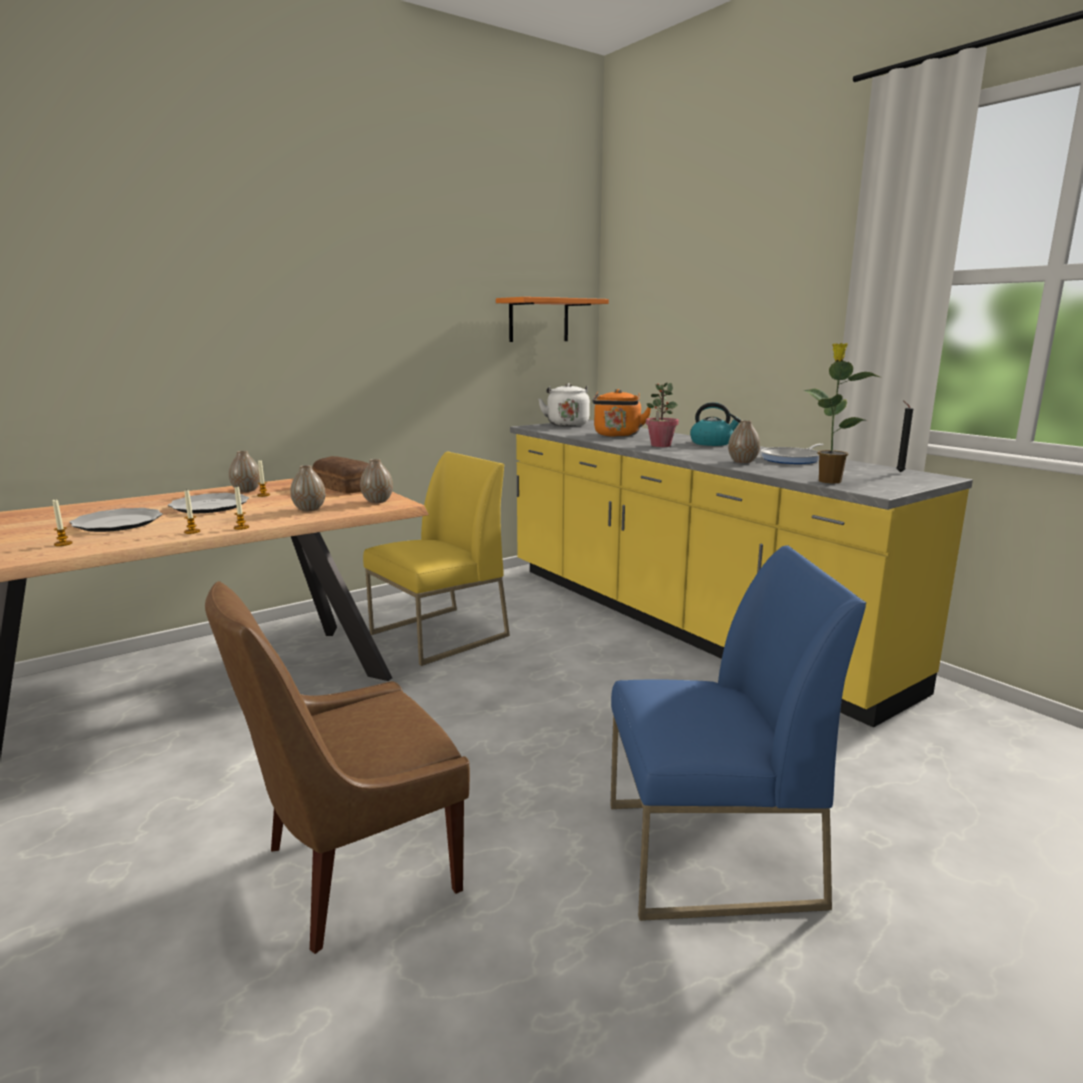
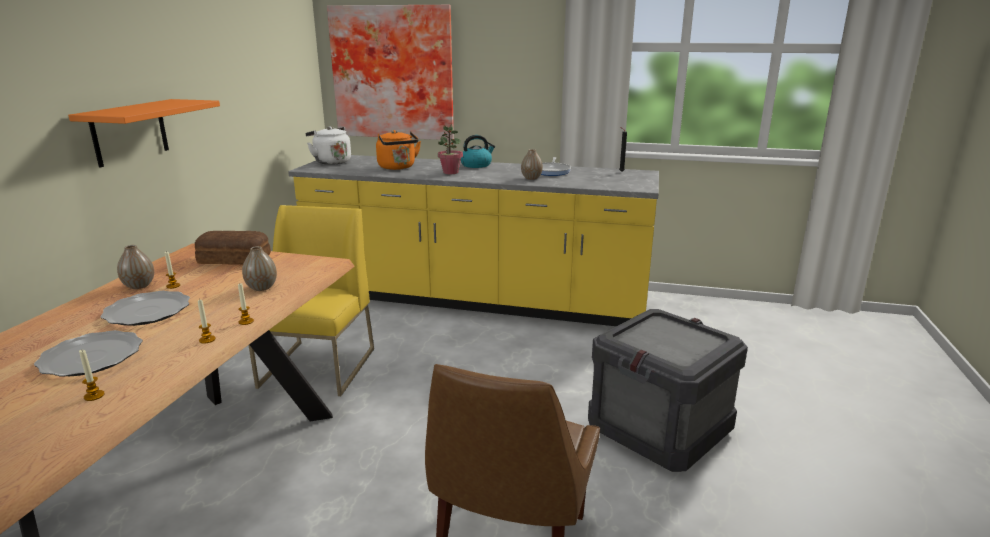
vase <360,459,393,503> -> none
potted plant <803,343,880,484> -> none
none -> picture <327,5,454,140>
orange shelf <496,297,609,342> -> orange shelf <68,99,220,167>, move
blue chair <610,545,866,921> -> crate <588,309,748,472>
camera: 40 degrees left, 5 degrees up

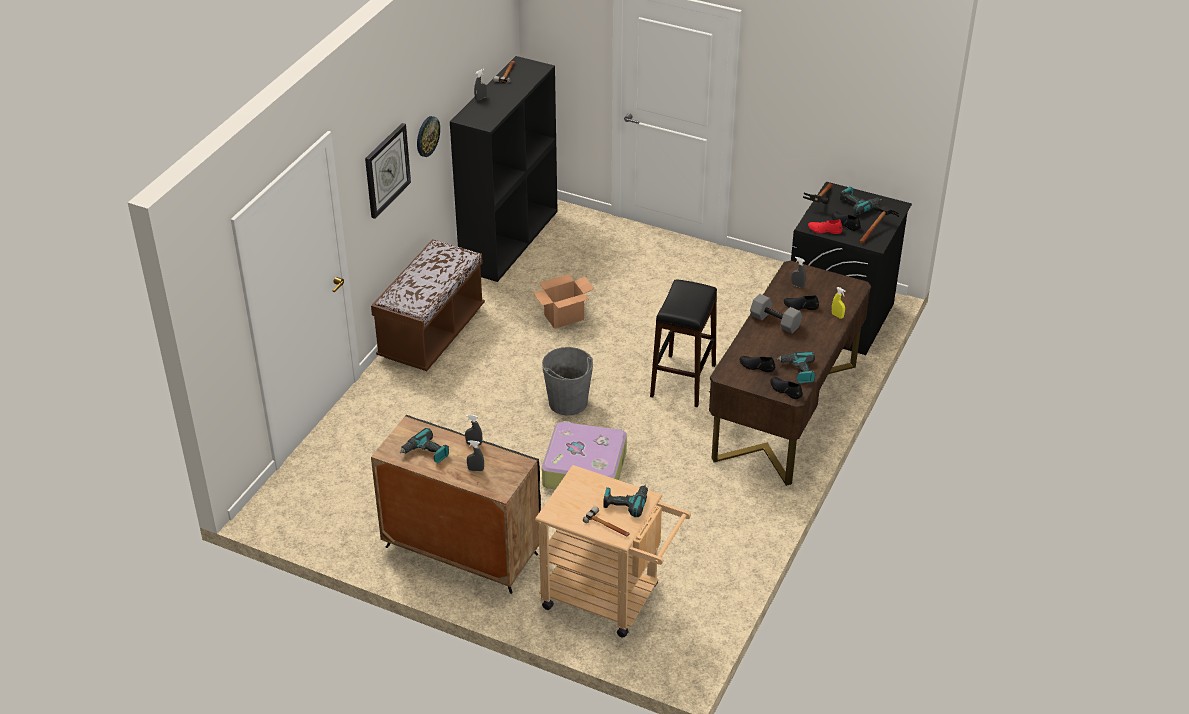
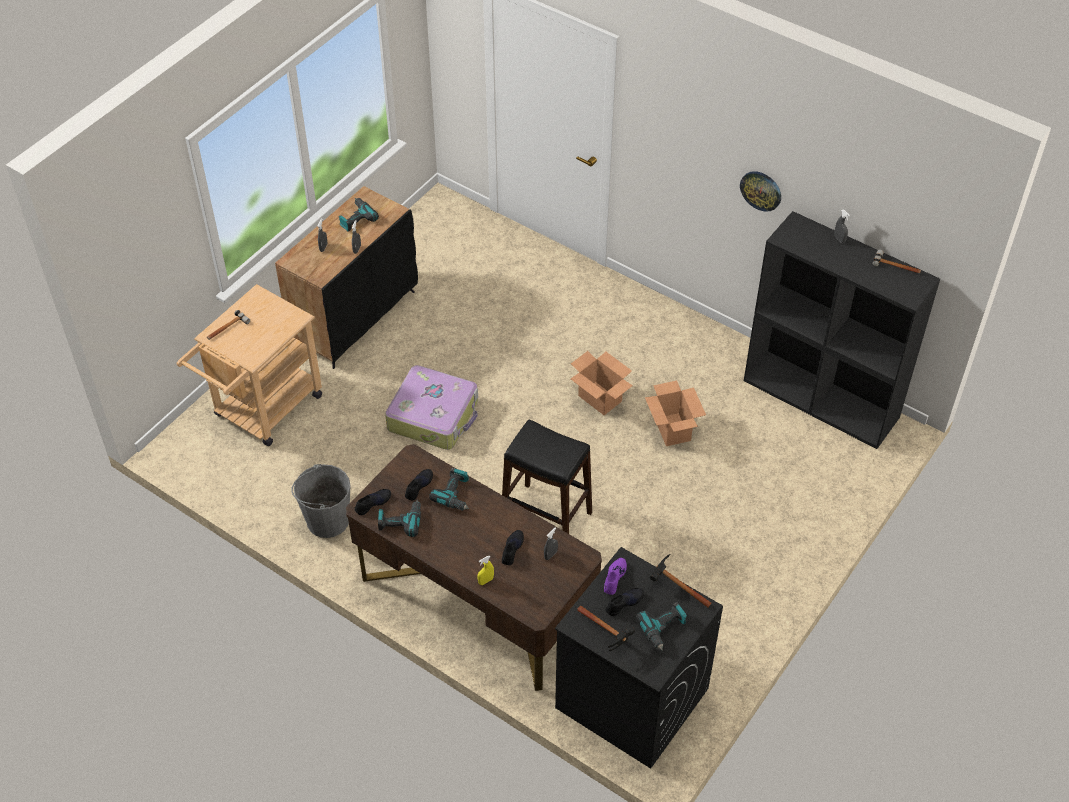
wall clock <365,123,411,219> -> none
brown bench <371,239,485,371> -> none
grey dumbbell <750,294,802,334> -> none
none -> cardboard box <571,351,633,415>
grey bucket <542,347,593,416> -> grey bucket <291,464,350,538>, move
power drill <603,485,648,517> -> power drill <429,468,469,511>, move
red shoe <808,220,843,234> -> purple shoe <604,558,627,595>
camera: 100 degrees right, 10 degrees up

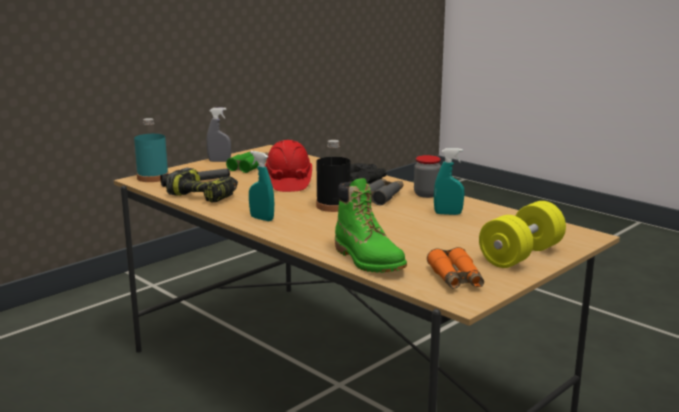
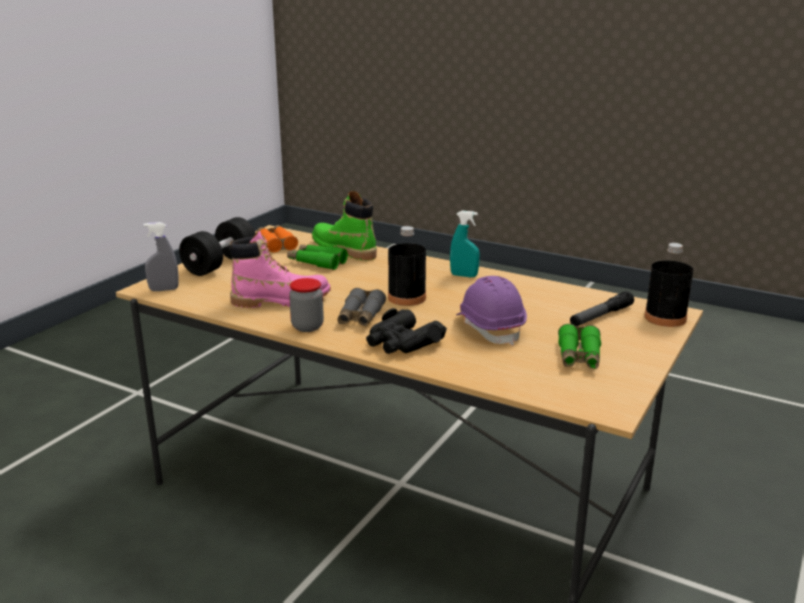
power drill <166,167,238,203> -> none
none -> green binoculars <287,244,348,270>
grey spray bottle <207,107,231,162> -> grey spray bottle <143,222,179,291>, move
turquoise spray bottle <434,148,465,215> -> pink boot <229,230,331,308>
turquoise bottle <134,118,169,182> -> black bottle <644,243,693,327>
red hard hat <265,140,312,192> -> purple hard hat <456,276,527,346>
yellow dumbbell <479,201,566,268> -> black dumbbell <179,217,256,276>
camera: 165 degrees right, 5 degrees up

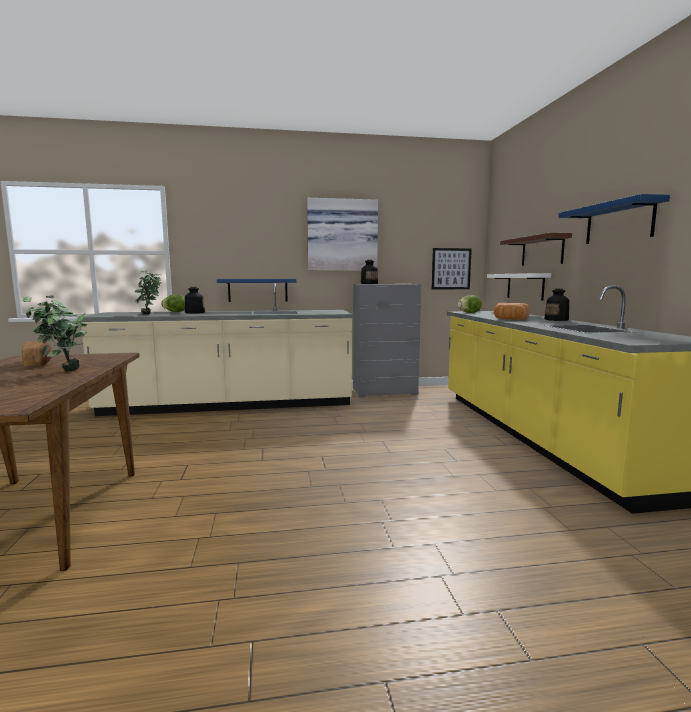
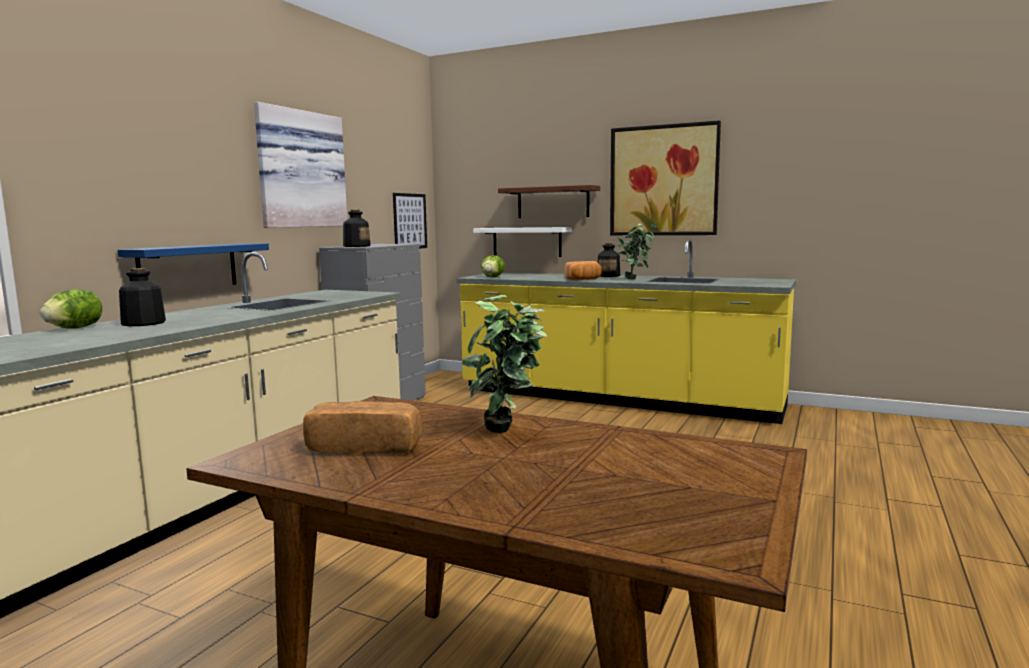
potted plant <134,271,162,315> -> potted plant <617,224,657,280>, move
blue shelf <558,194,670,244> -> picture <610,121,721,235>
camera: 55 degrees left, 0 degrees up

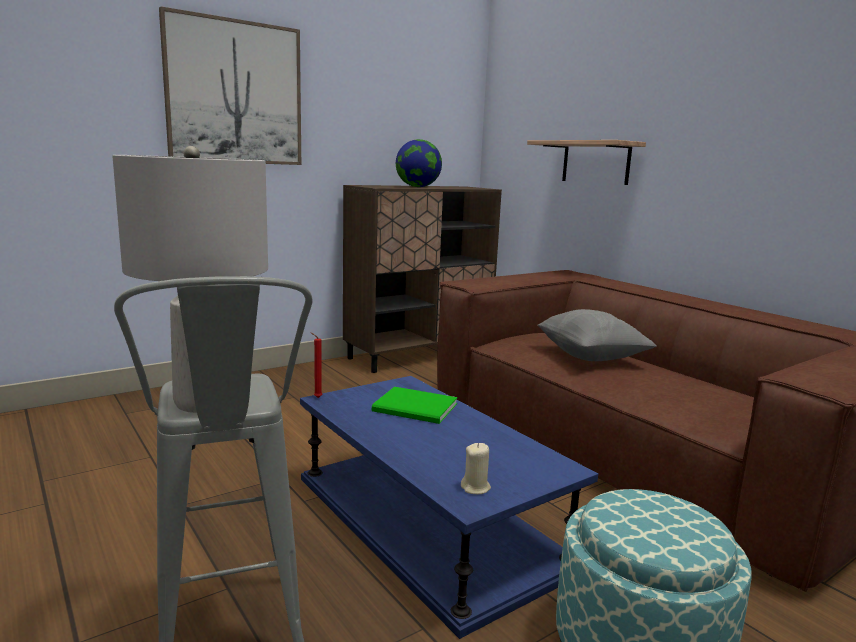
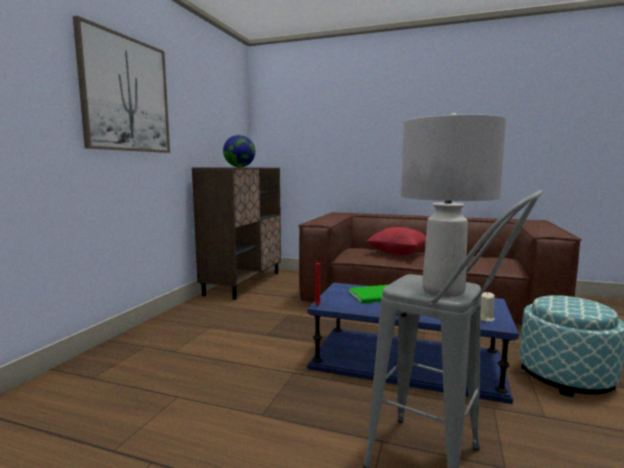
shelf <527,140,646,185> -> none
grey pillow <537,309,657,361> -> red pillow <367,227,426,255>
camera: 35 degrees left, 5 degrees down

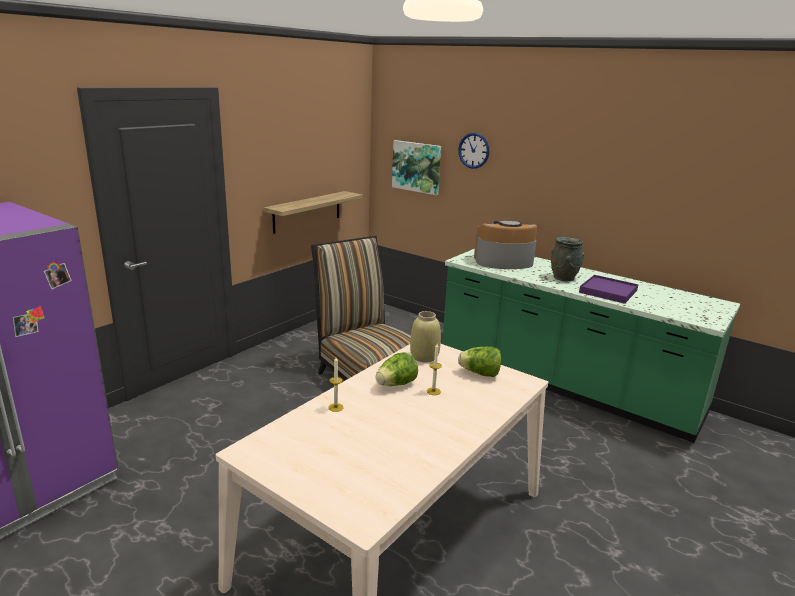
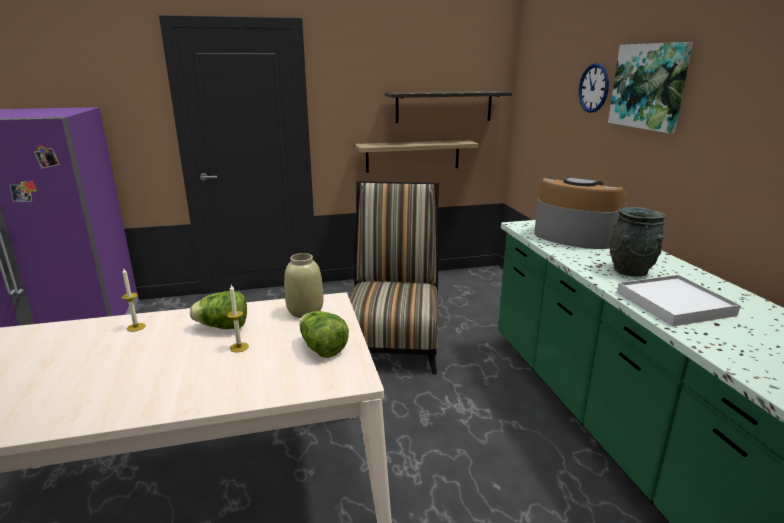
none -> shelf <385,91,512,123>
picture <392,140,441,195> -> picture <608,42,693,133>, move
purple tray <579,275,639,304> -> white tray <617,275,741,327>
camera: 40 degrees right, 0 degrees up

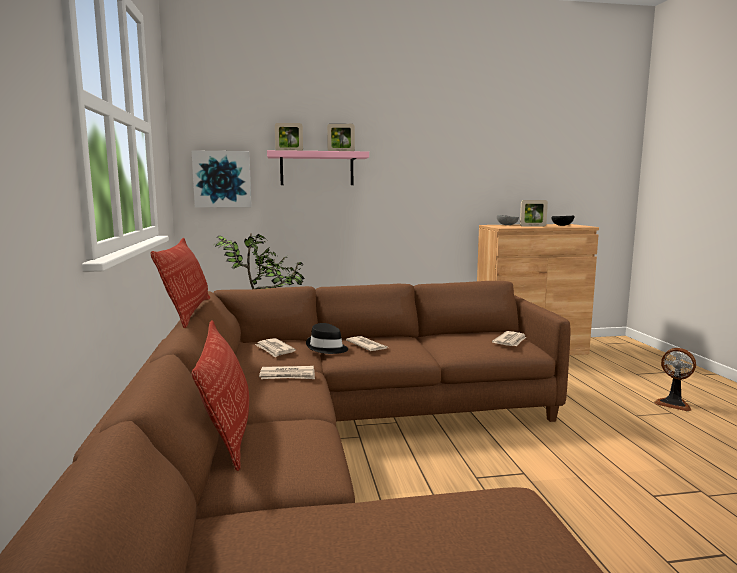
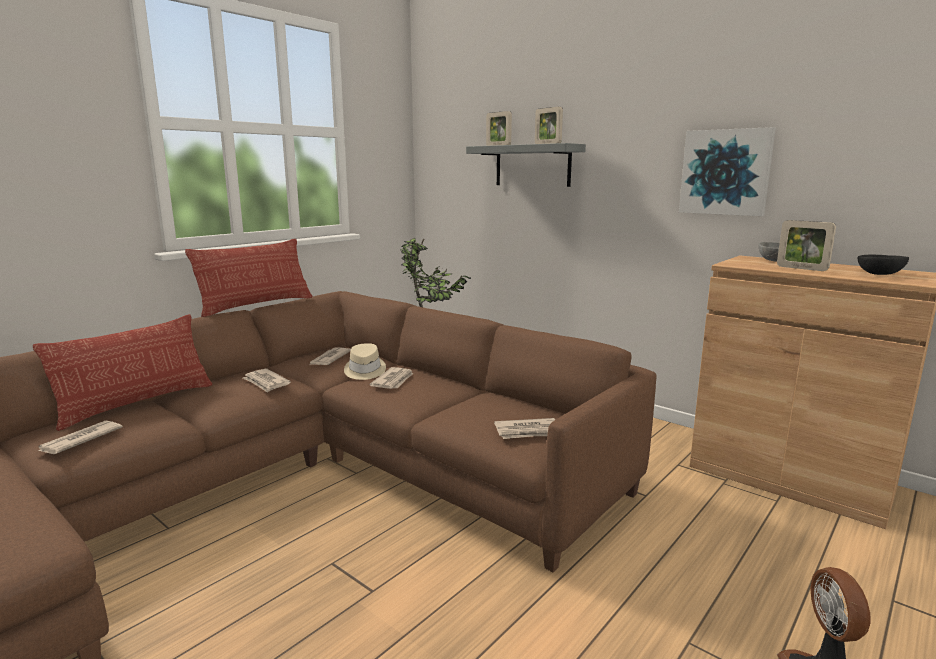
none -> newspaper <38,421,123,454>
picture <191,150,252,207> -> picture <679,127,776,216>, move
pink shelf <267,150,369,185> -> grey shelf <466,143,586,187>
black hat <306,323,348,354> -> beige hat <344,343,386,380>
camera: 50 degrees right, 5 degrees up

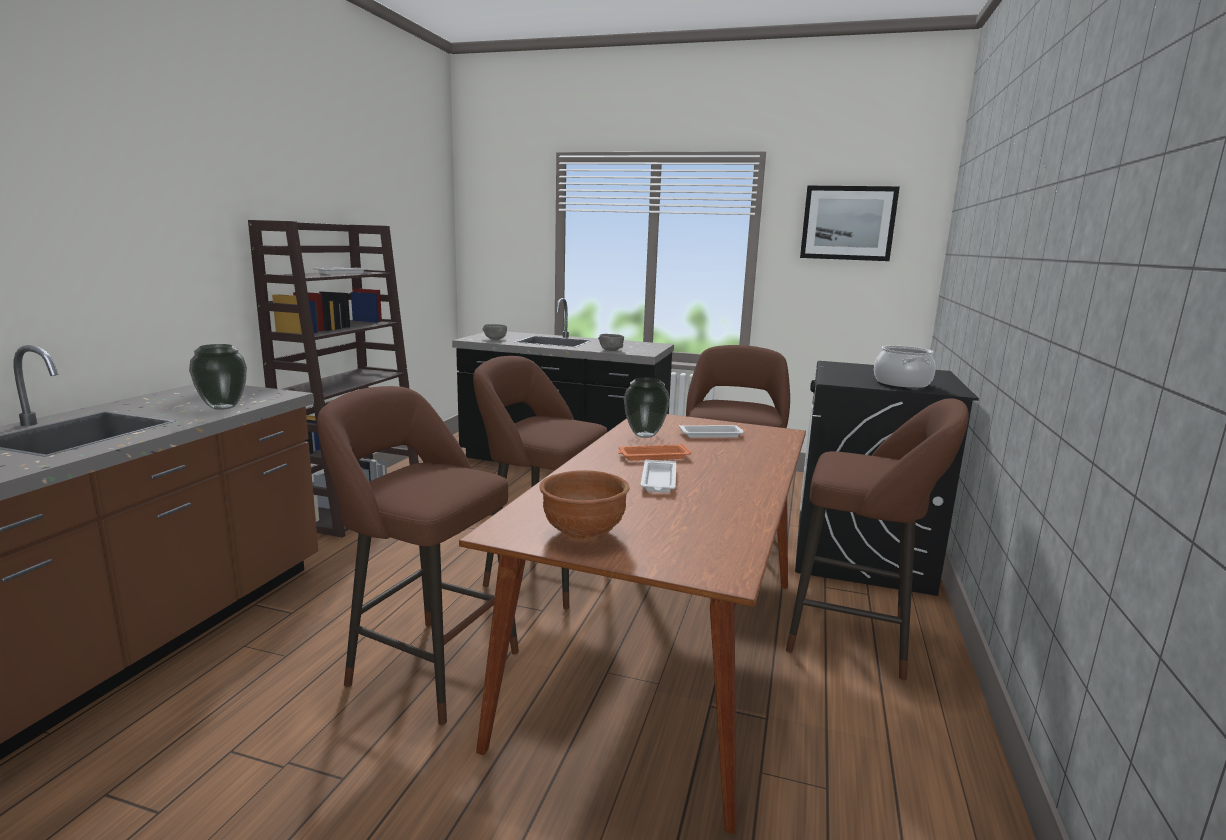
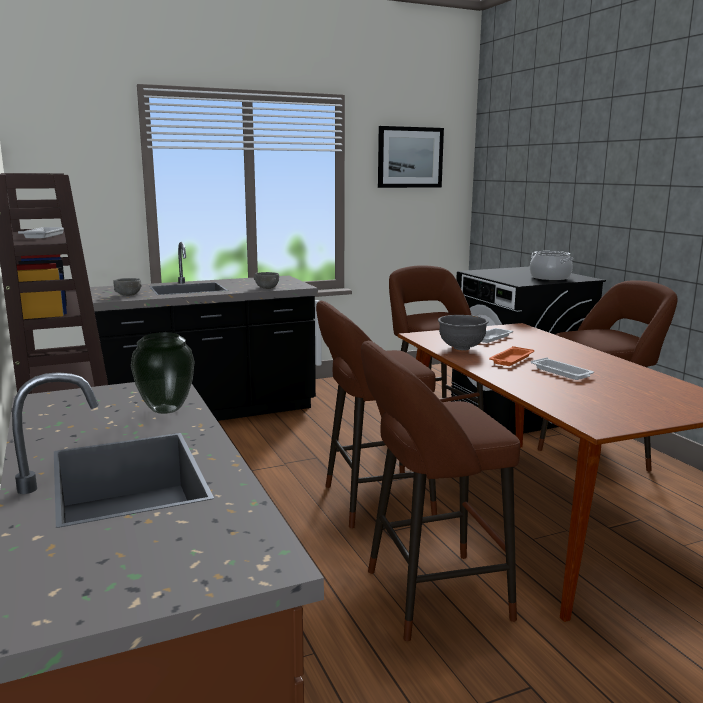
brown bowl <539,470,630,540> -> none
vase <624,377,670,438> -> grey bowl <438,315,489,351>
camera: 40 degrees left, 0 degrees up

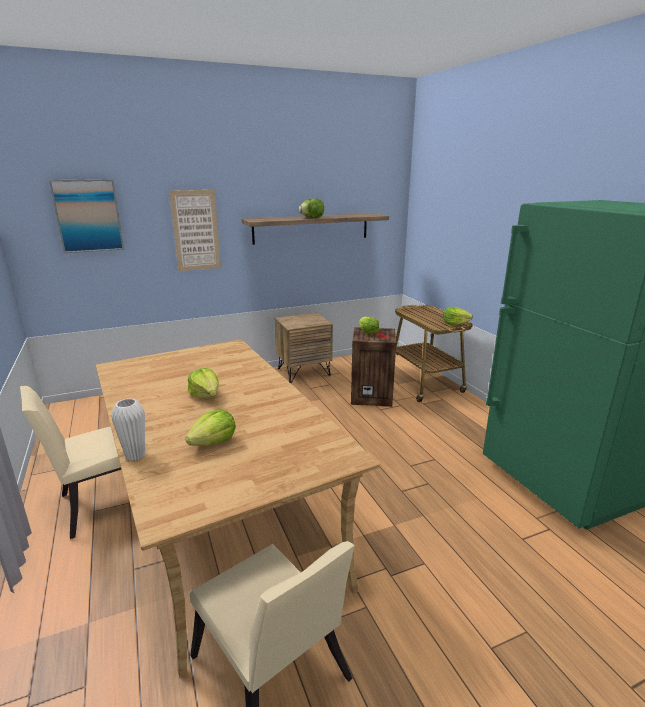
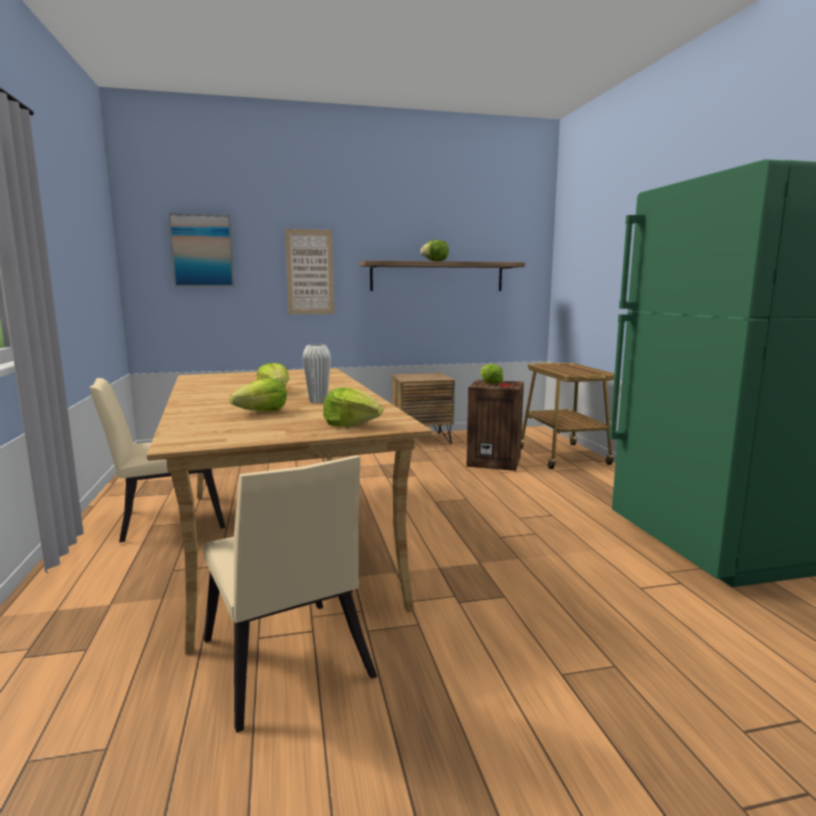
white vase <111,398,145,461> -> white vase <302,344,331,403>, move
lettuce <443,307,473,325> -> lettuce <323,388,383,427>, move
camera: 10 degrees right, 10 degrees down

